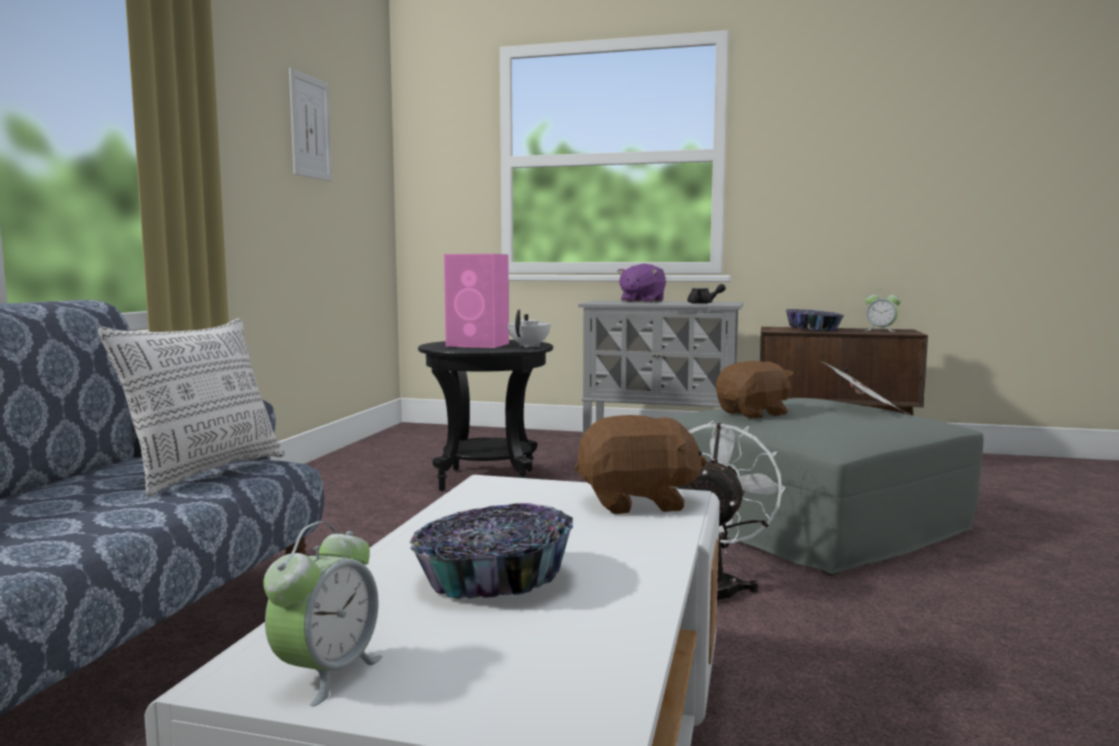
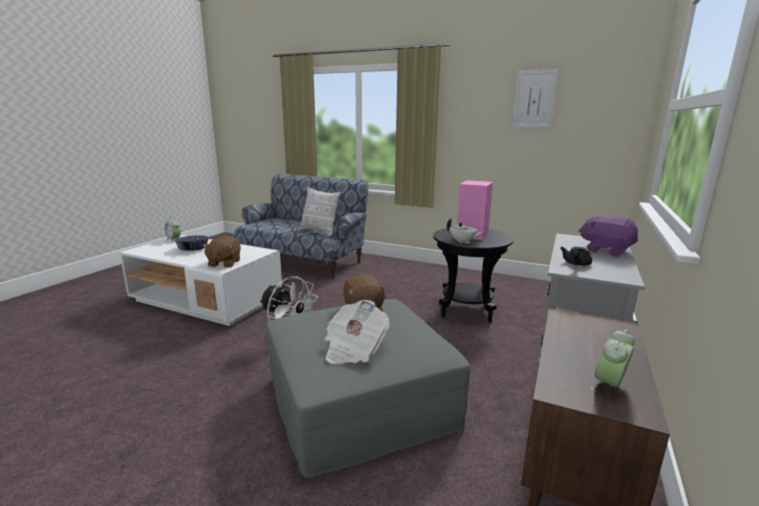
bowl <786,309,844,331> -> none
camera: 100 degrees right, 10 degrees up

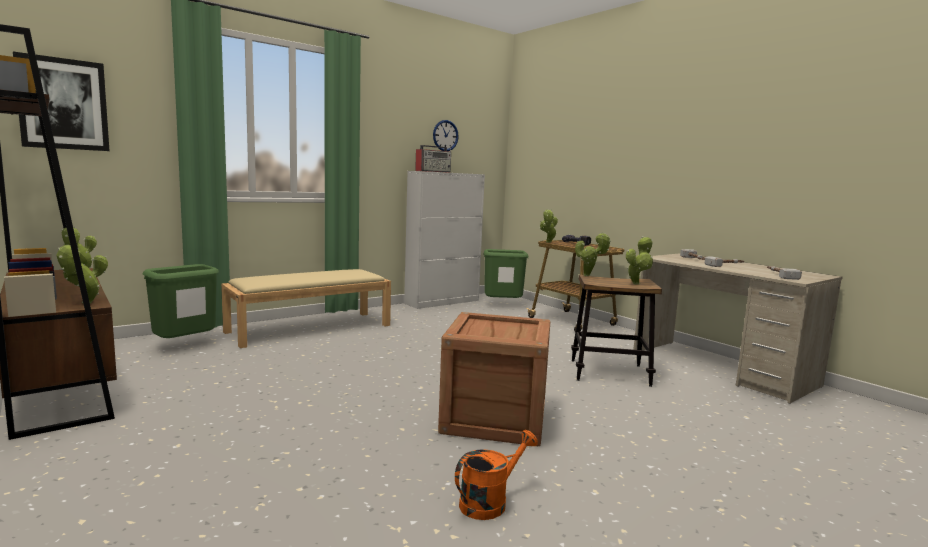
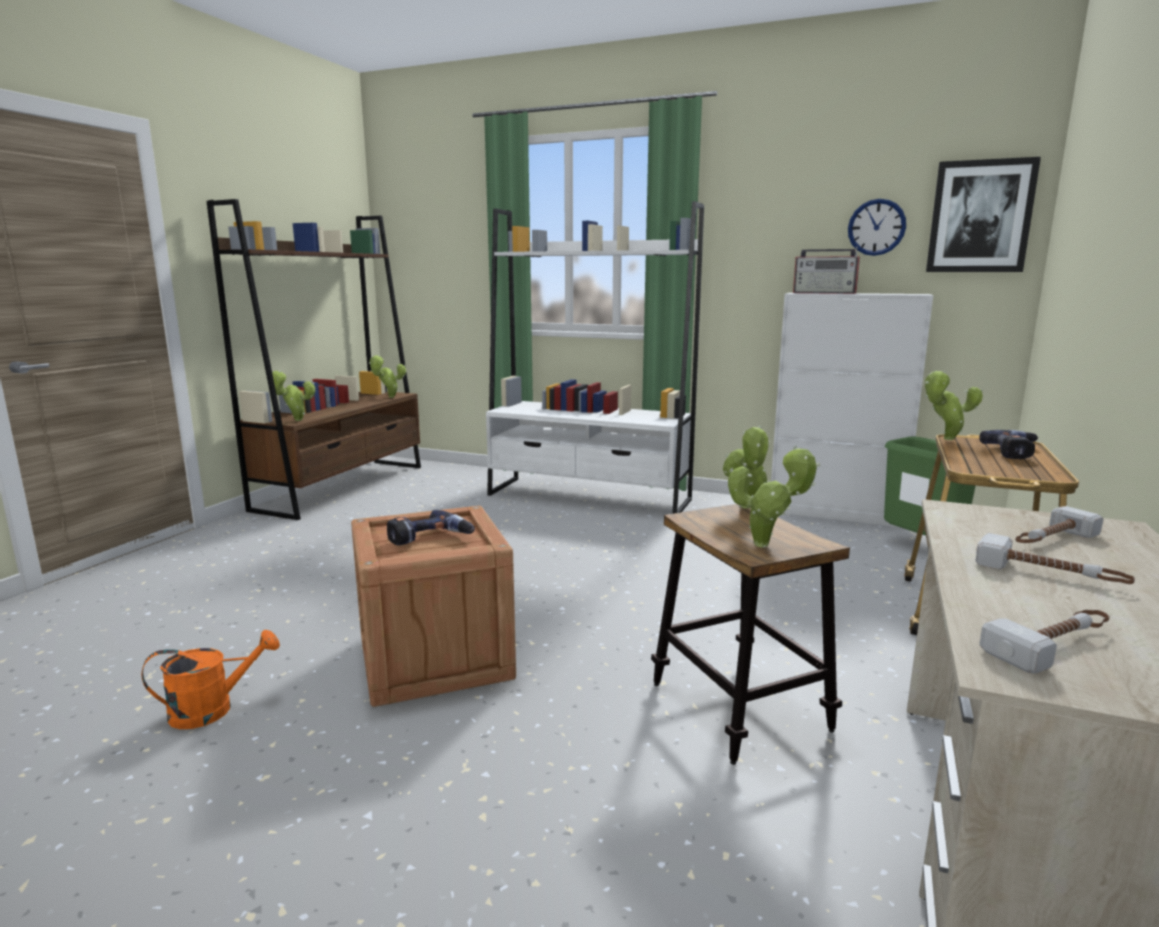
green trash can <143,264,219,338> -> none
none -> power drill <387,510,475,546>
picture <13,52,110,151> -> picture <926,157,1041,272>, move
beige bench <221,269,391,348> -> white bookcase <486,201,704,514>
orange watering can <455,430,538,520> -> orange watering can <142,630,280,729>, 45 degrees counterclockwise
camera: 60 degrees right, 5 degrees up

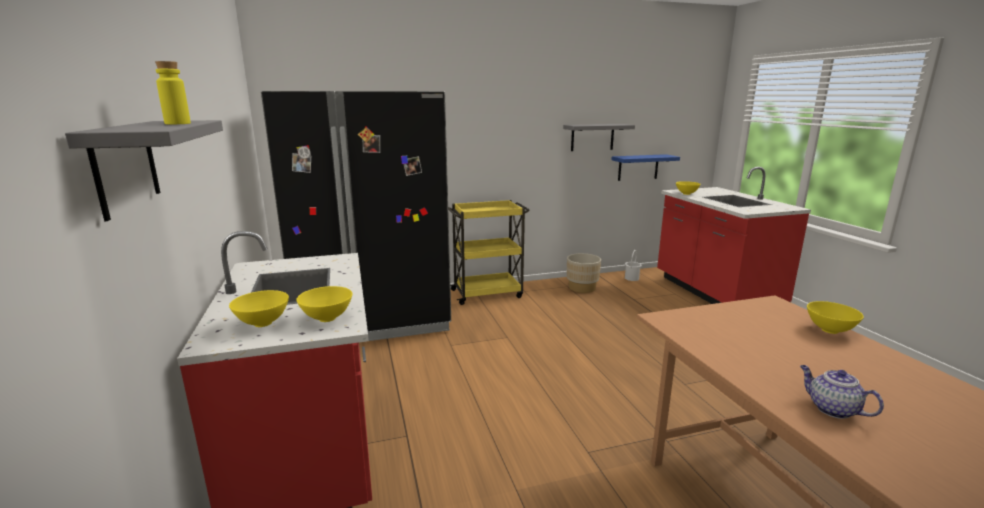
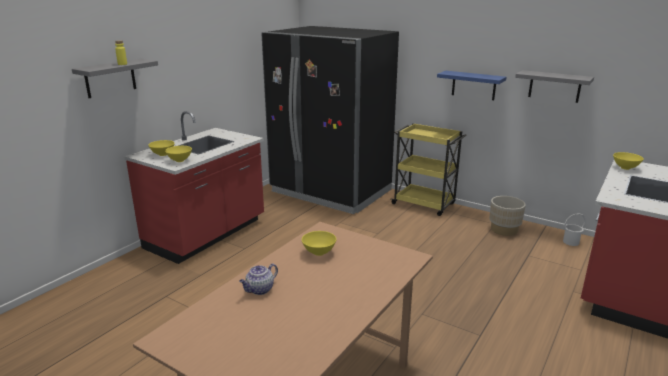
blue shelf <611,154,680,181> -> blue shelf <437,71,506,100>, move
yellow bowl <807,301,864,334> -> yellow bowl <302,231,336,256>, move
teapot <800,365,884,419> -> teapot <239,264,278,295>, 150 degrees counterclockwise
camera: 50 degrees right, 5 degrees up

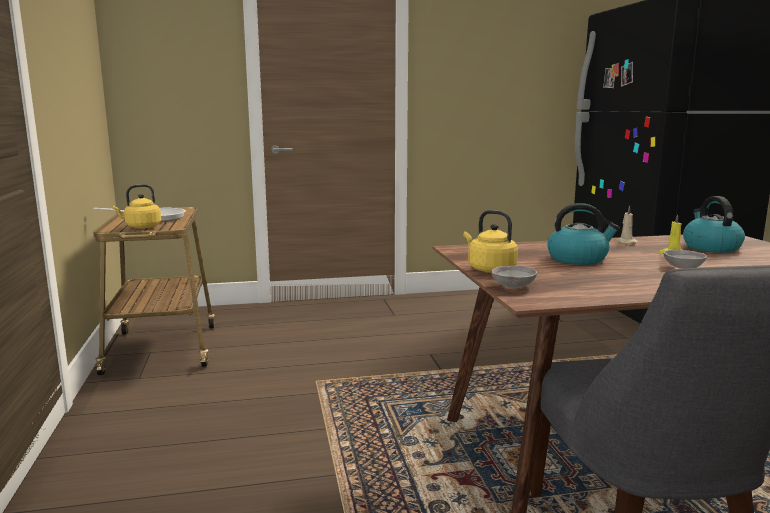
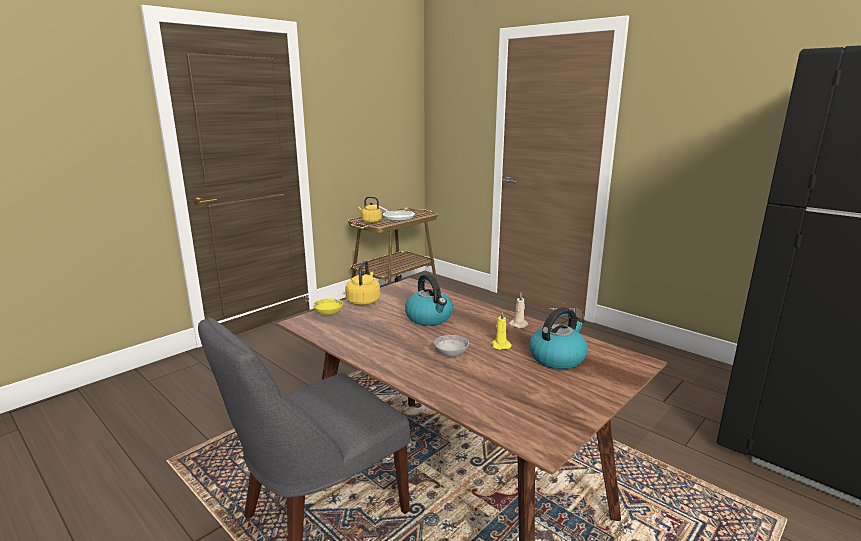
grey bowl <491,265,537,288> -> yellow bowl <313,299,343,315>
camera: 55 degrees right, 5 degrees up

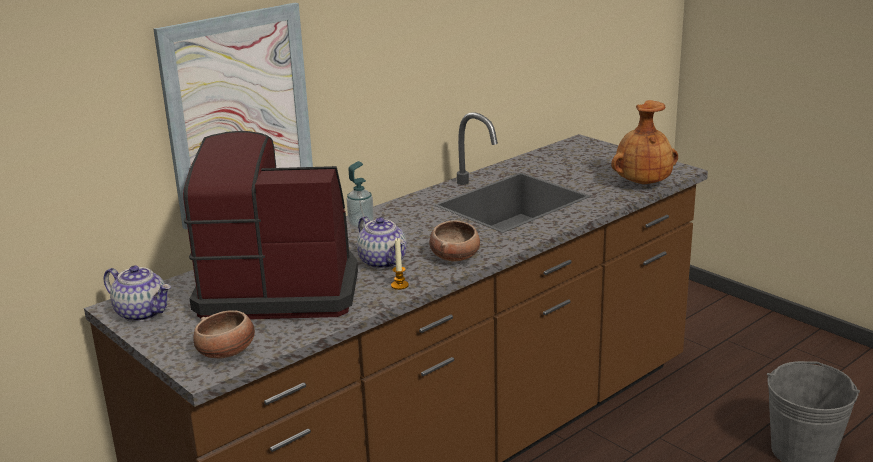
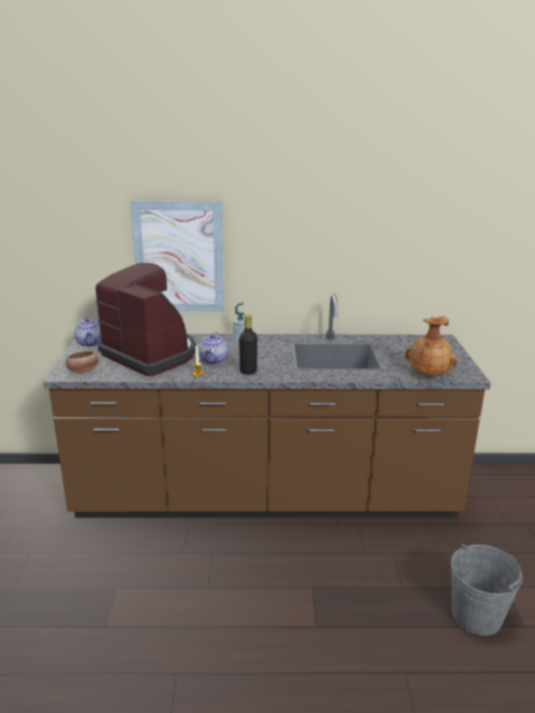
bowl <429,220,480,262> -> black bottle <239,314,257,375>
camera: 40 degrees right, 0 degrees up

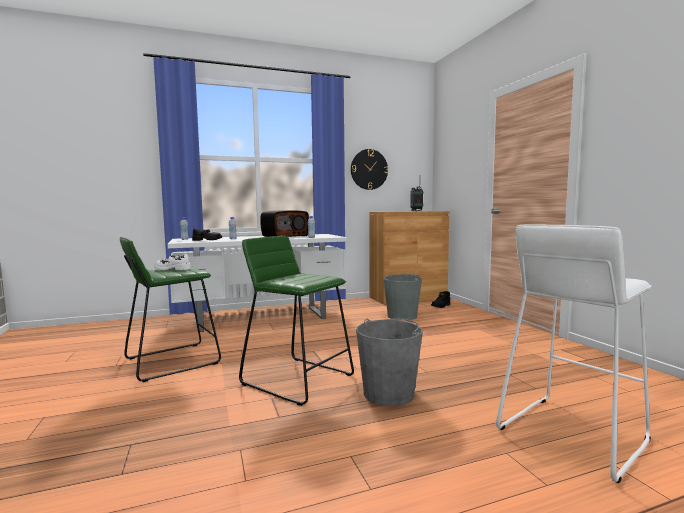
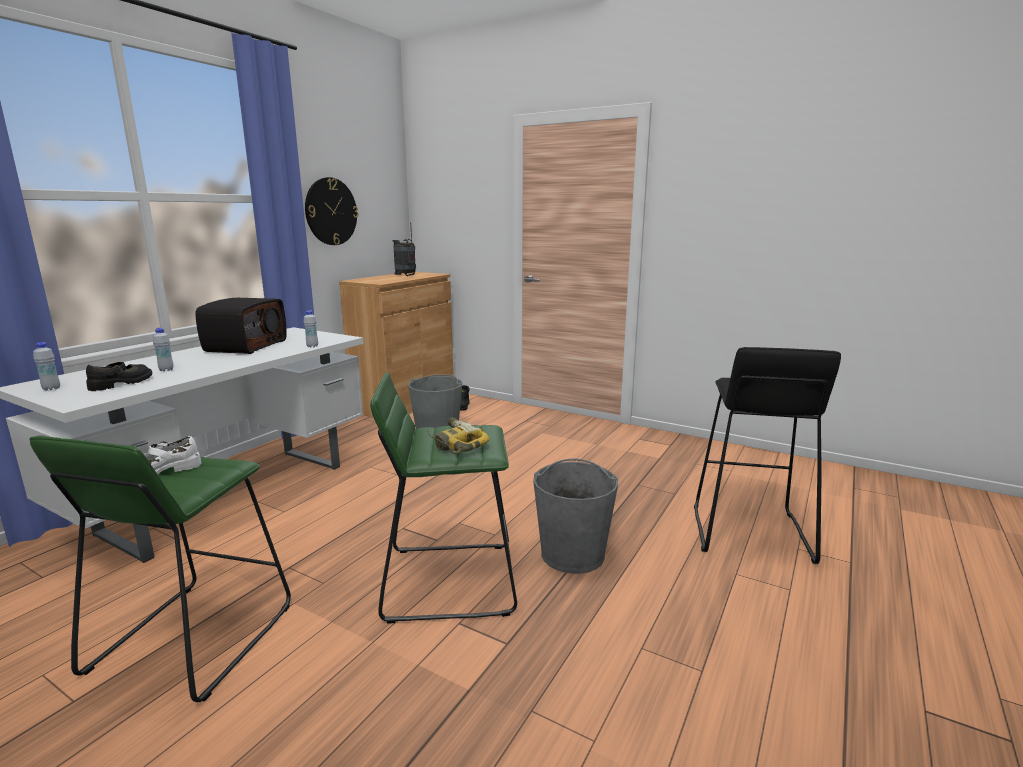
none -> power drill <427,418,490,454>
white stool <496,224,652,483> -> black stool <694,347,841,564>
camera: 40 degrees left, 10 degrees up

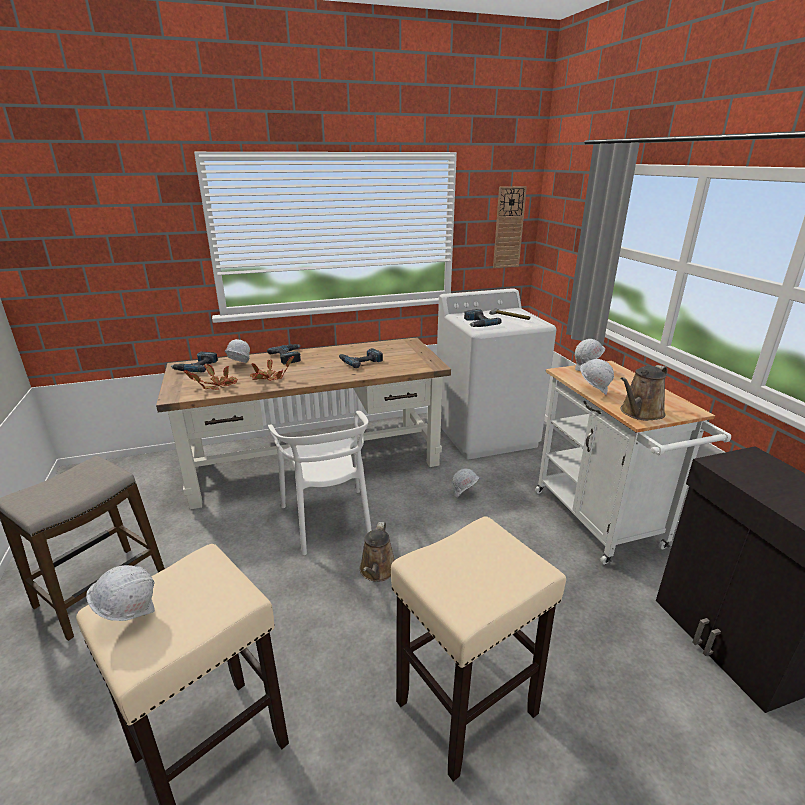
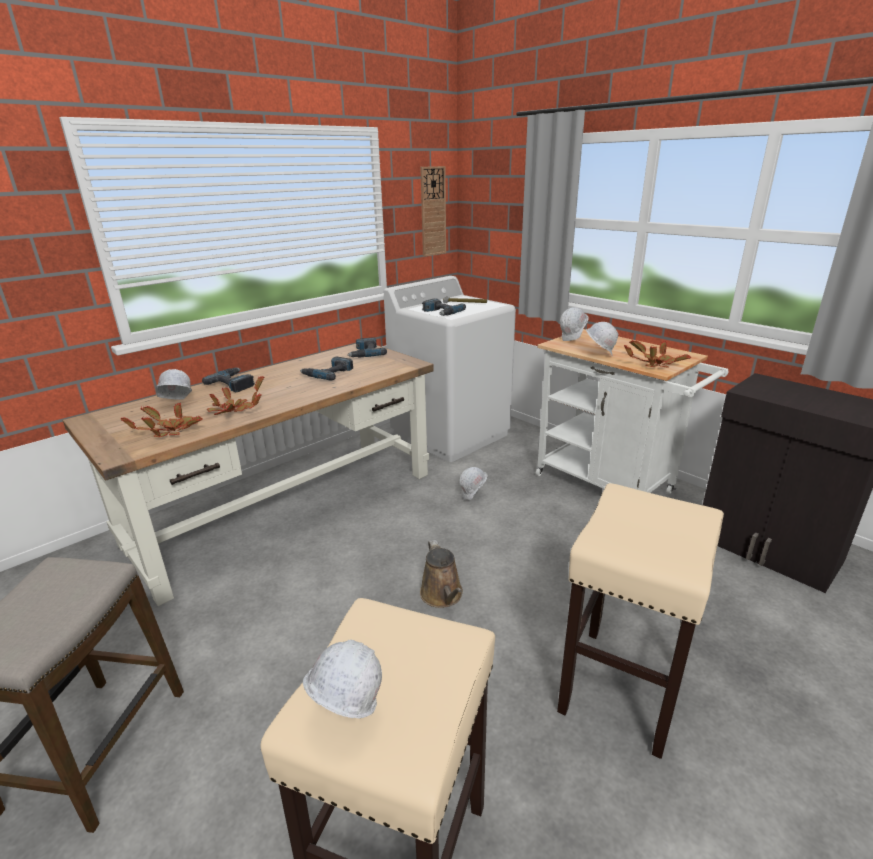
white chair <268,411,372,555> -> none
power drill <171,352,218,372> -> power drill <347,337,387,358>, move
brown watering can <621,365,667,421> -> potted plant <624,339,691,367>
camera: 25 degrees left, 0 degrees up

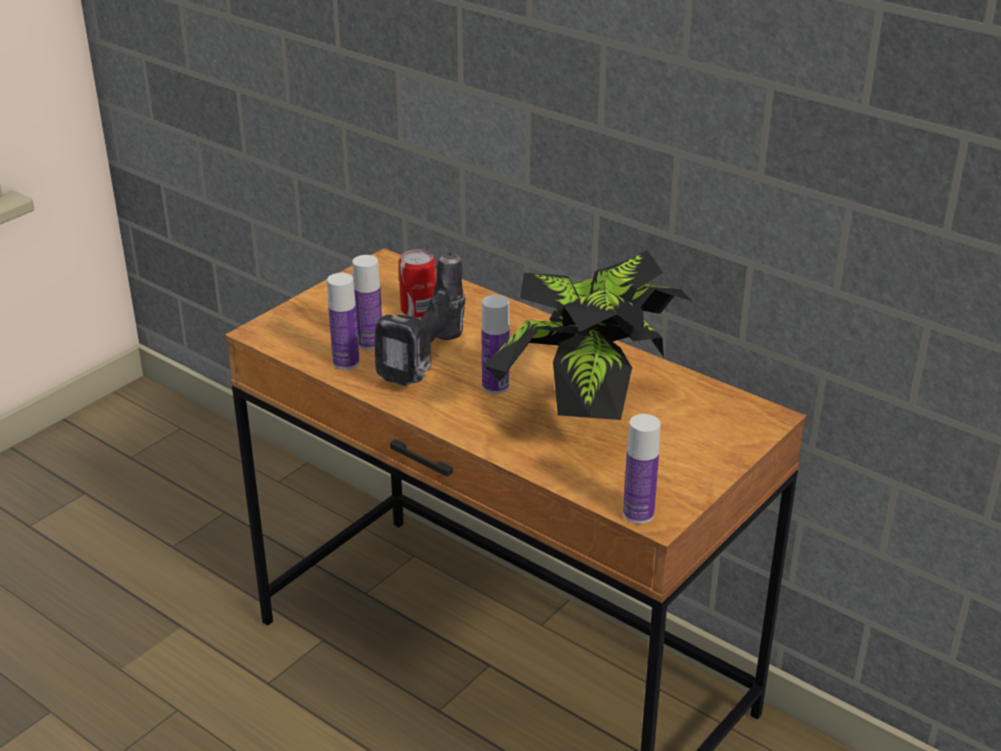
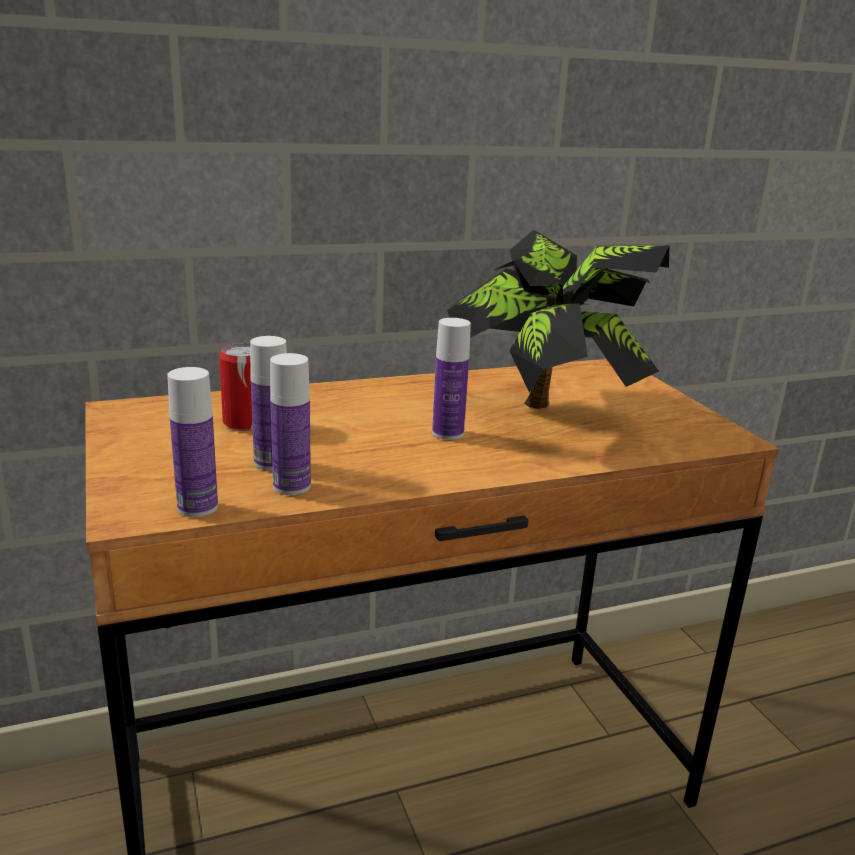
power drill <375,251,466,386> -> none
bottle <623,414,661,524> -> bottle <167,367,218,517>, move
camera: 60 degrees left, 10 degrees down

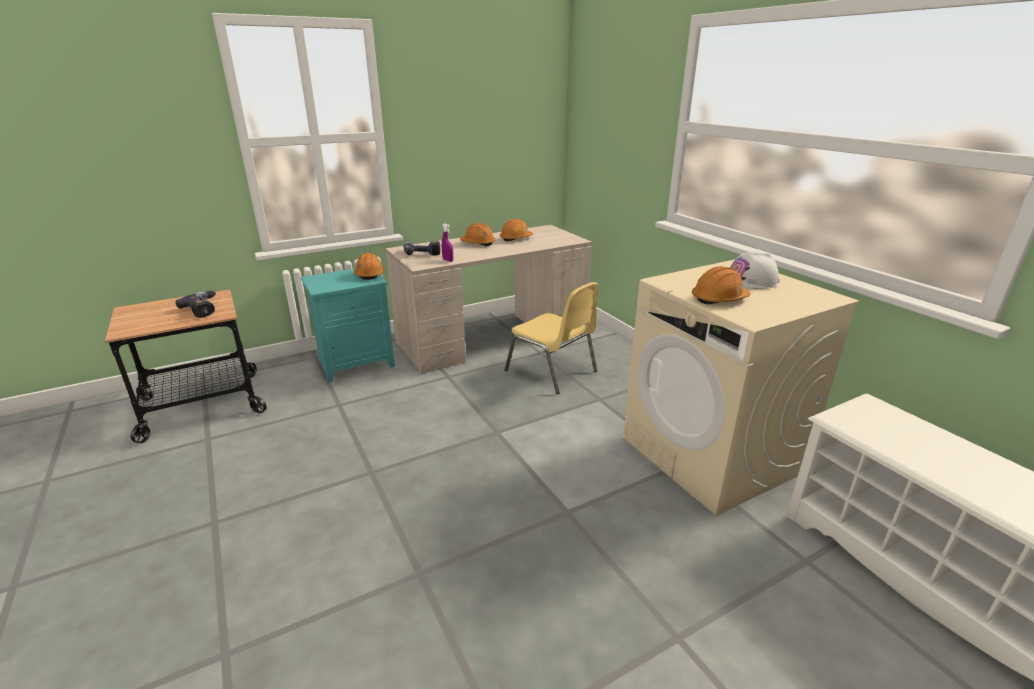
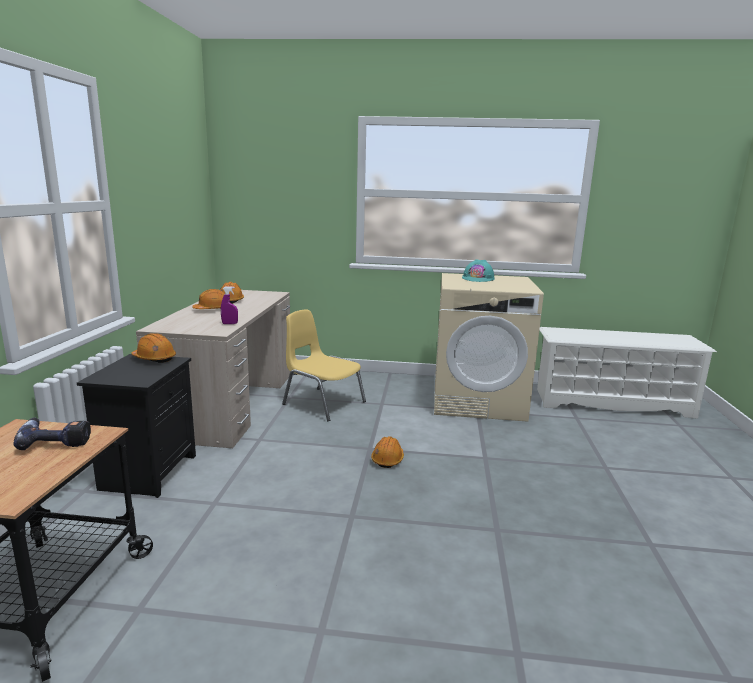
power drill <404,241,440,255> -> none
orange hard hat <692,266,750,305> -> orange hard hat <371,436,404,468>, move
turquoise nightstand <301,268,395,383> -> black nightstand <77,354,196,498>
white hard hat <729,249,780,289> -> turquoise hard hat <462,259,495,282>
yellow chair <504,282,599,394> -> yellow chair <282,309,366,421>, 135 degrees counterclockwise
camera: 55 degrees left, 10 degrees down

